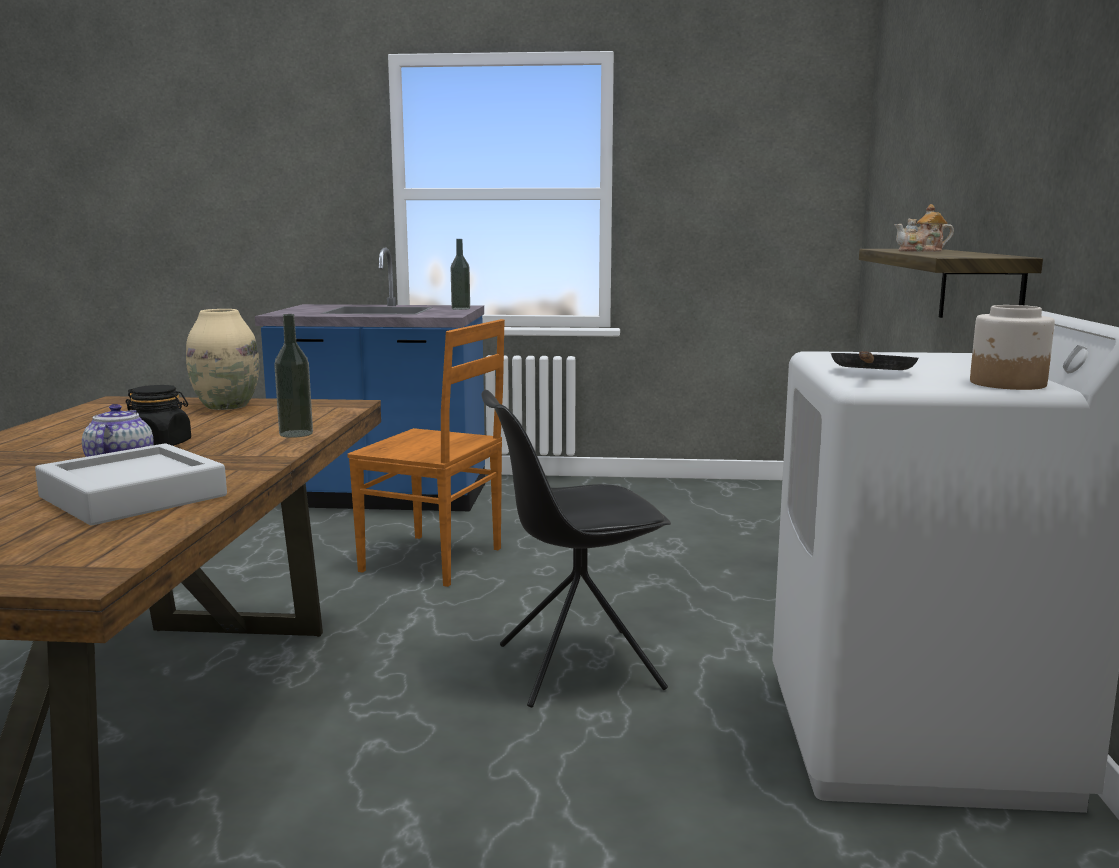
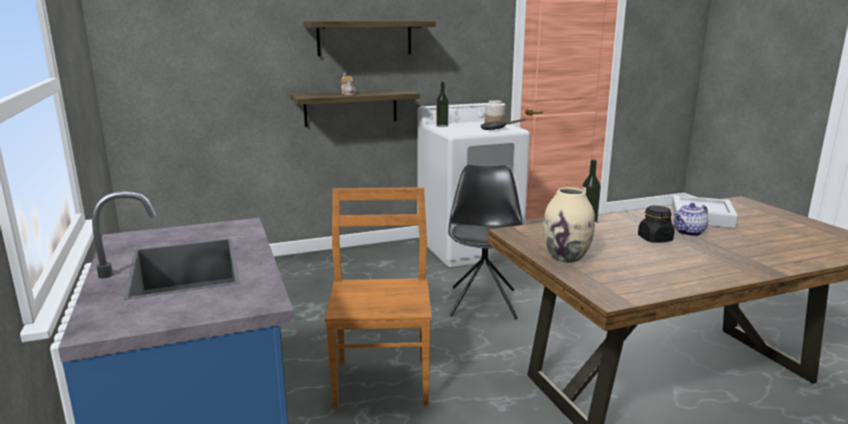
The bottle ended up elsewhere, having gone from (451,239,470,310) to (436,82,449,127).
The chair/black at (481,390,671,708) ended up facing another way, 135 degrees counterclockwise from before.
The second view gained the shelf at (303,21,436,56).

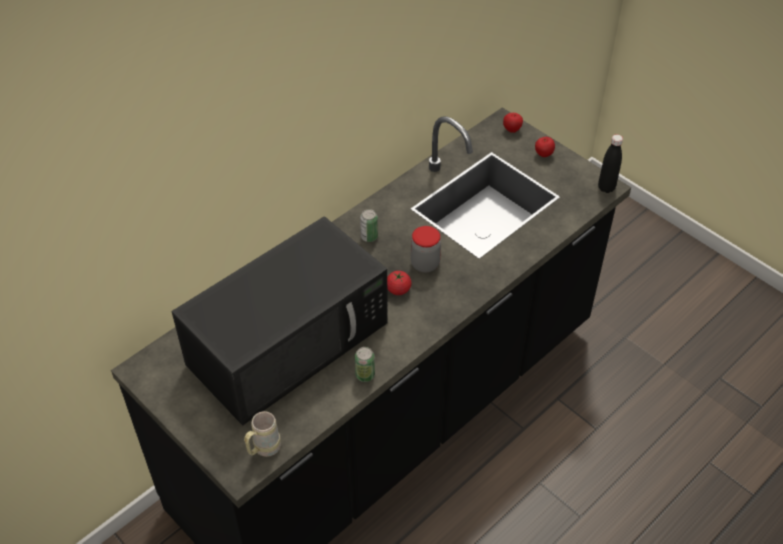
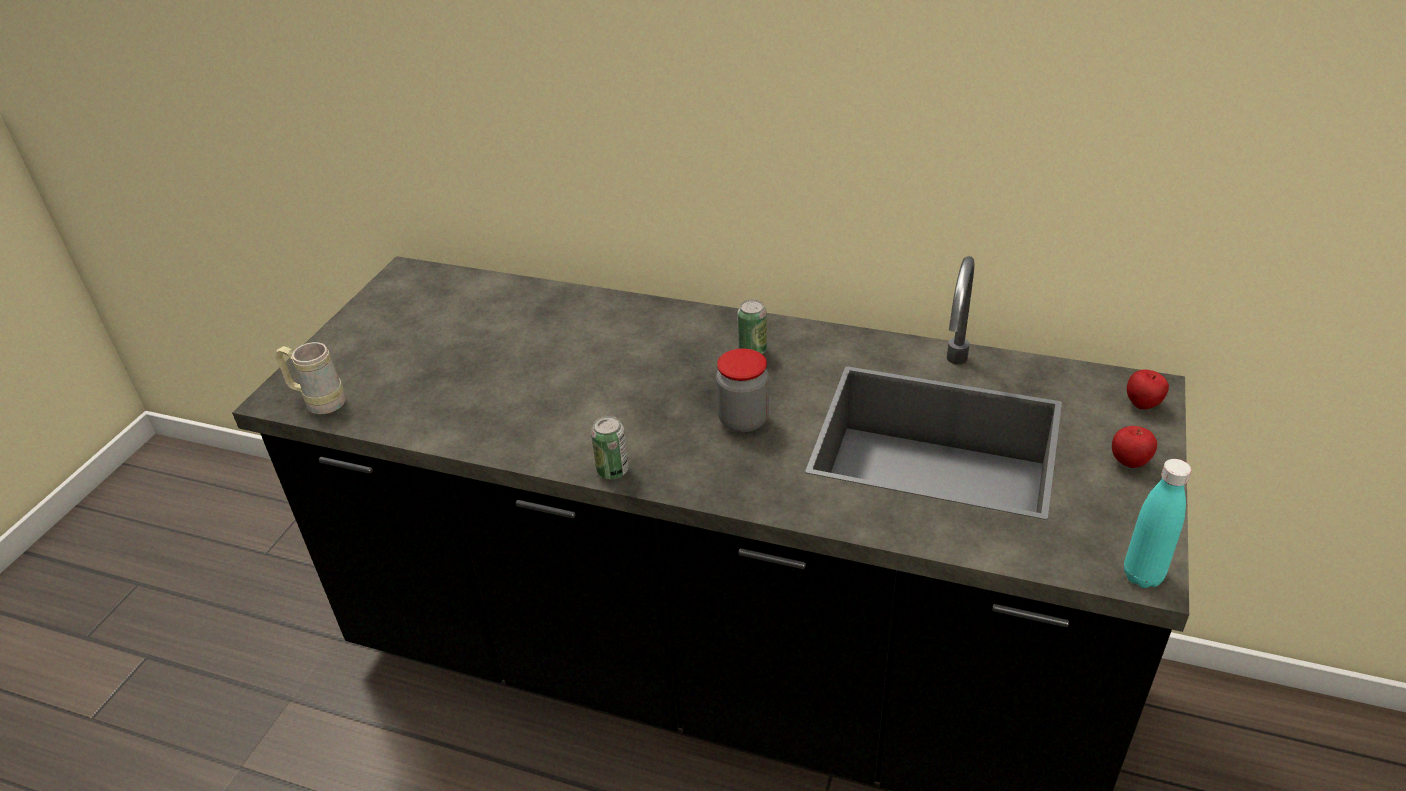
What was the bottle/black at (598,134,623,193) turned into the bottle/turquoise at (1124,459,1192,588).
The second view lost the microwave/black at (172,216,388,425).
The second view lost the tomato at (387,271,412,295).
The can ended up elsewhere, having gone from (355,347,375,382) to (591,416,629,479).

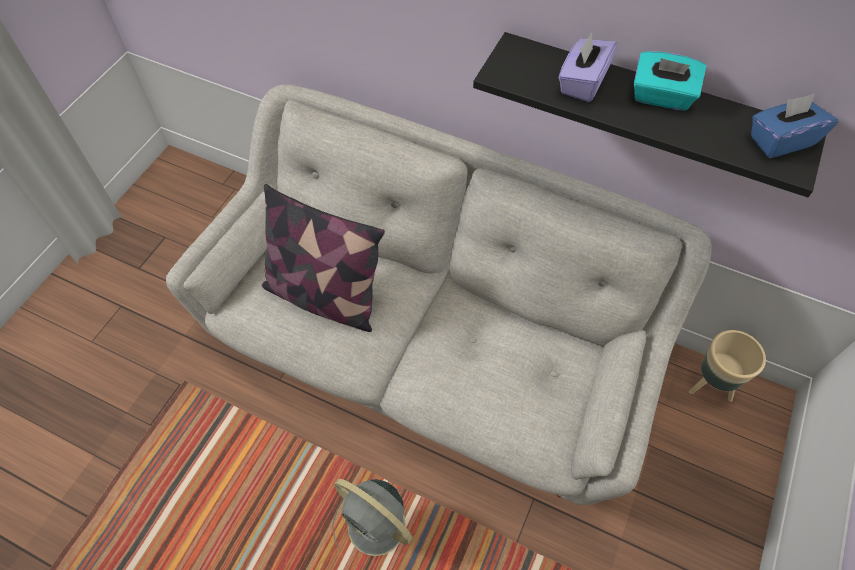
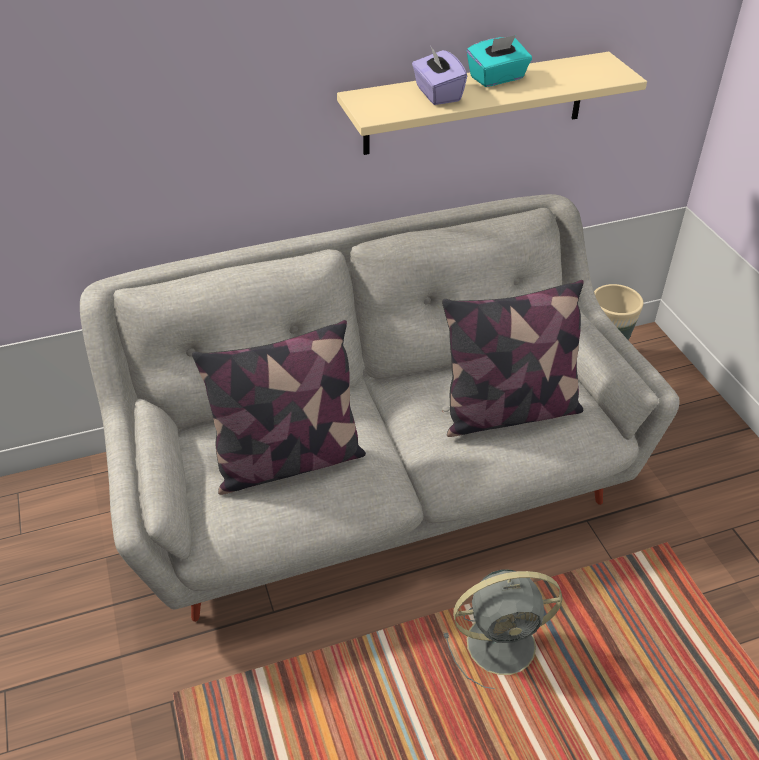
What was the shelf/black at (473,32,826,197) turned into the shelf/beige at (337,52,647,155).
The second view lost the tissue box/blue at (751,94,838,158).
The second view gained the pillow at (442,280,584,437).

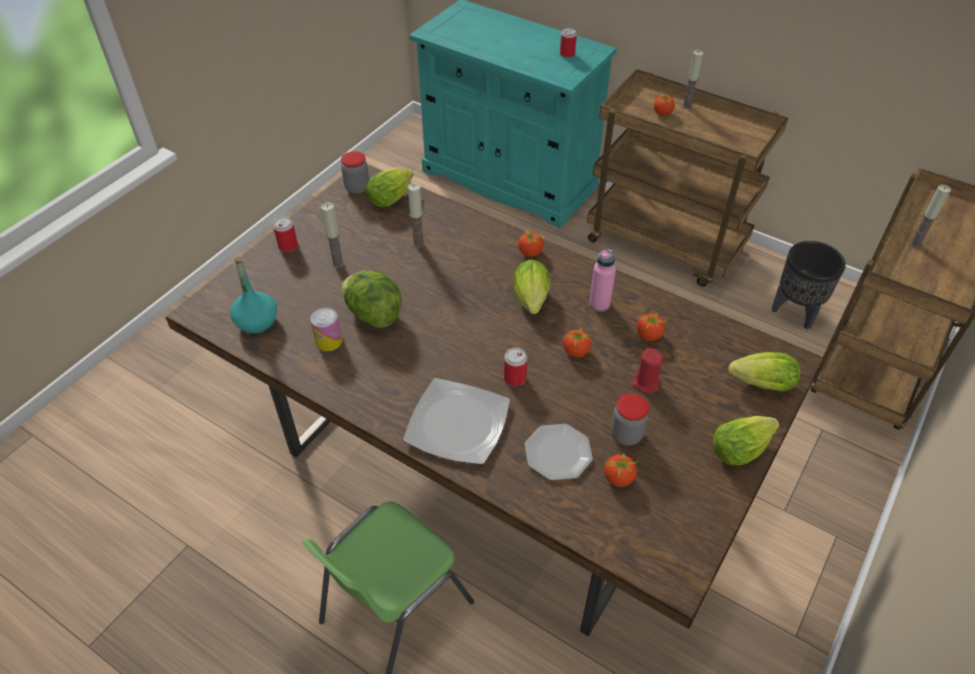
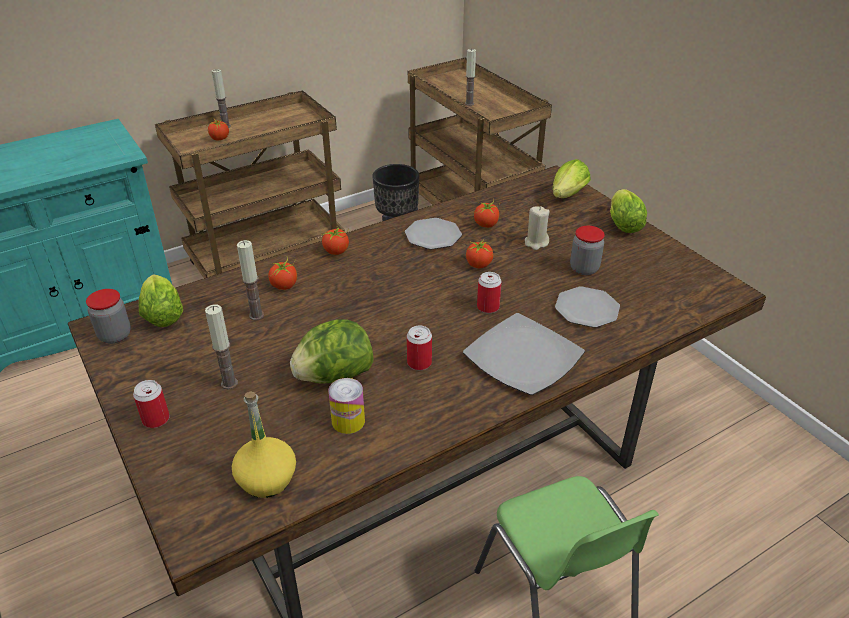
The can ended up elsewhere, having gone from (560,28,577,58) to (407,325,432,370).
Where the bottle/pink stood at (589,249,616,312), the plate came to stand at (405,218,462,250).
What was the bottle/turquoise at (230,257,277,334) turned into the bottle/yellow at (232,391,296,498).
The second view lost the lettuce at (513,259,550,314).
What was the candle/red at (632,348,664,393) turned into the candle/beige at (525,206,550,250).
The tomato ended up elsewhere, having gone from (604,450,639,487) to (268,256,297,290).

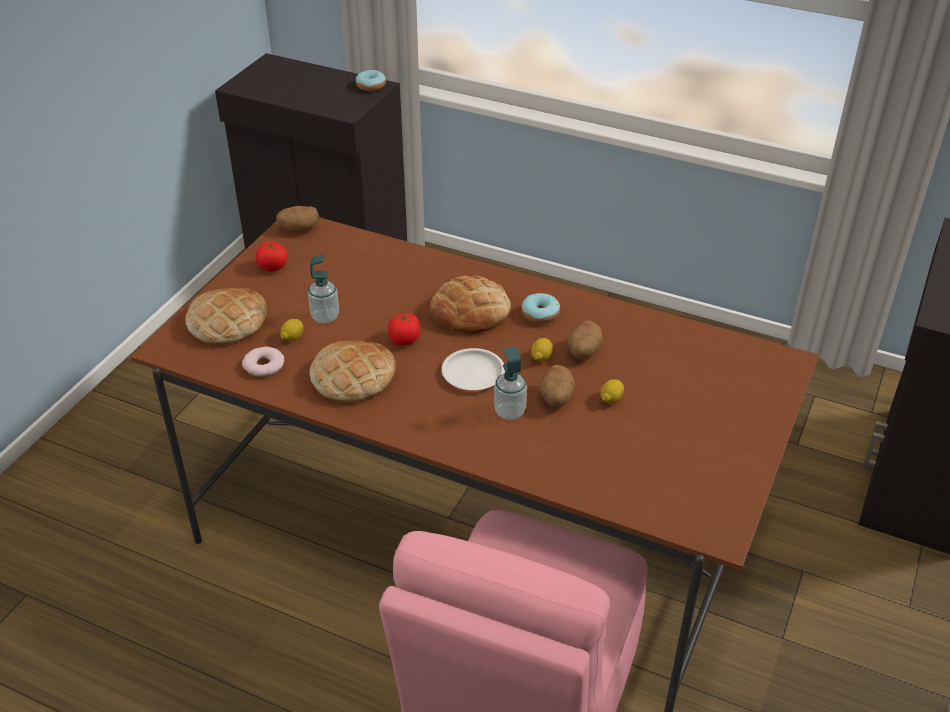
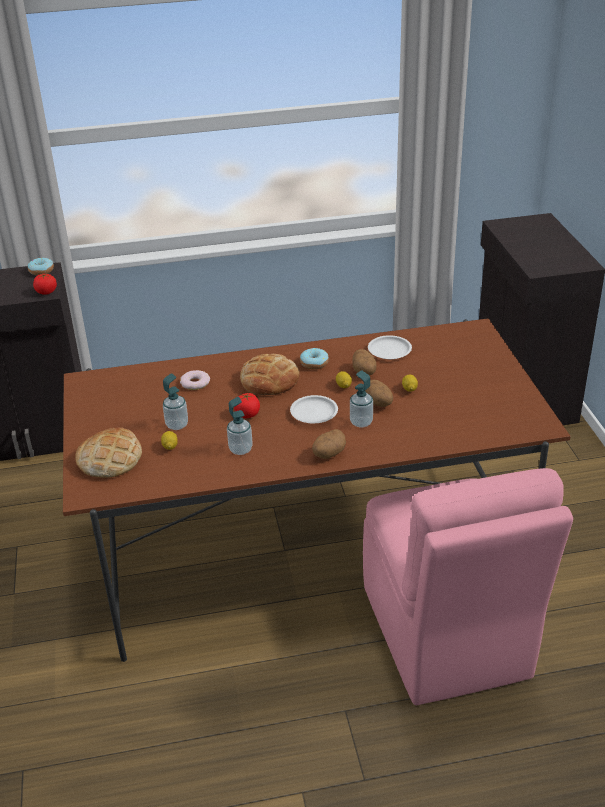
The potato ended up elsewhere, having gone from (276,206,319,232) to (312,429,346,459).
The tomato ended up elsewhere, having gone from (255,242,287,272) to (33,274,57,295).
Where the bread stood at (309,340,396,402), the soap dispenser came to stand at (227,397,253,455).
The donut ended up elsewhere, having gone from (242,347,284,377) to (180,370,210,390).
The second view gained the plate/white at (368,335,412,359).

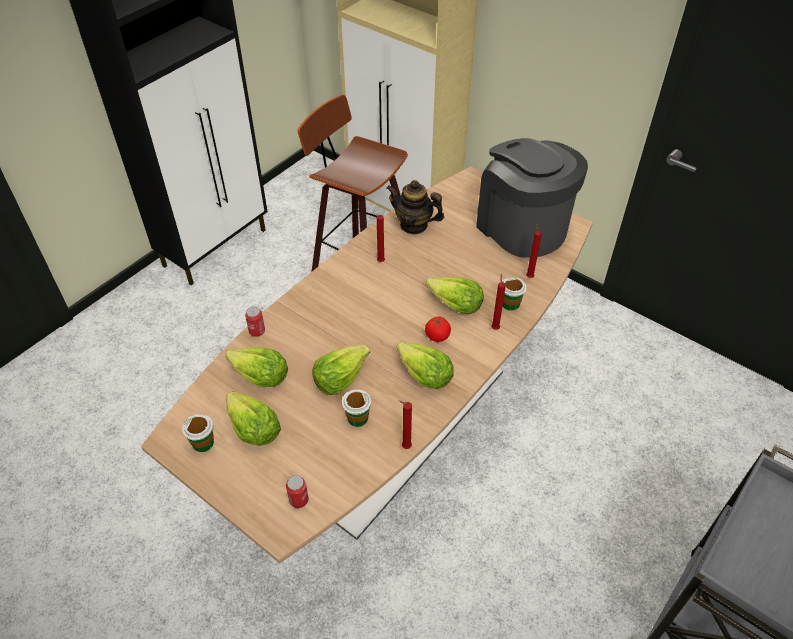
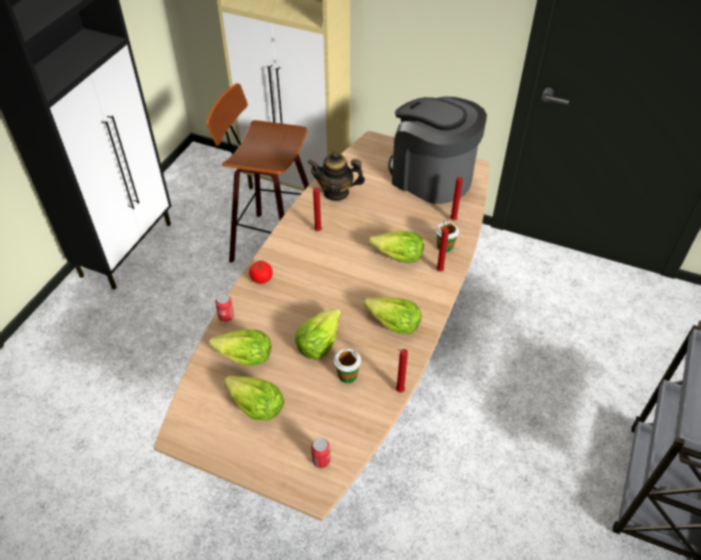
The tomato ended up elsewhere, having gone from (425,316,451,342) to (249,261,273,284).
The second view lost the cup at (182,414,214,452).

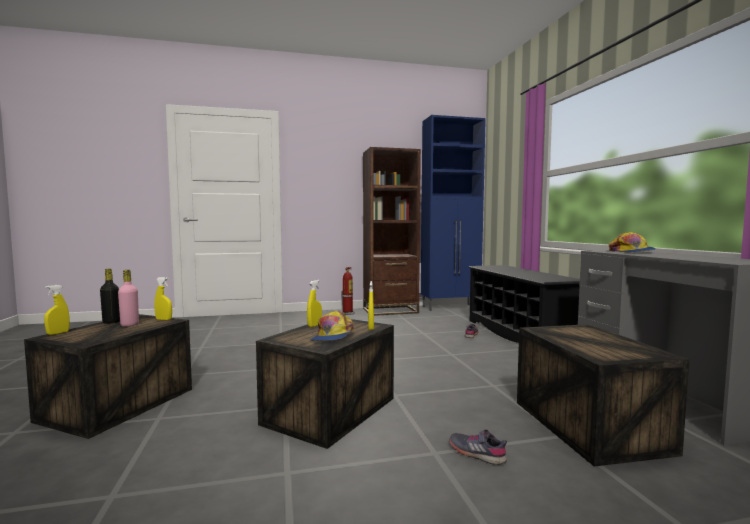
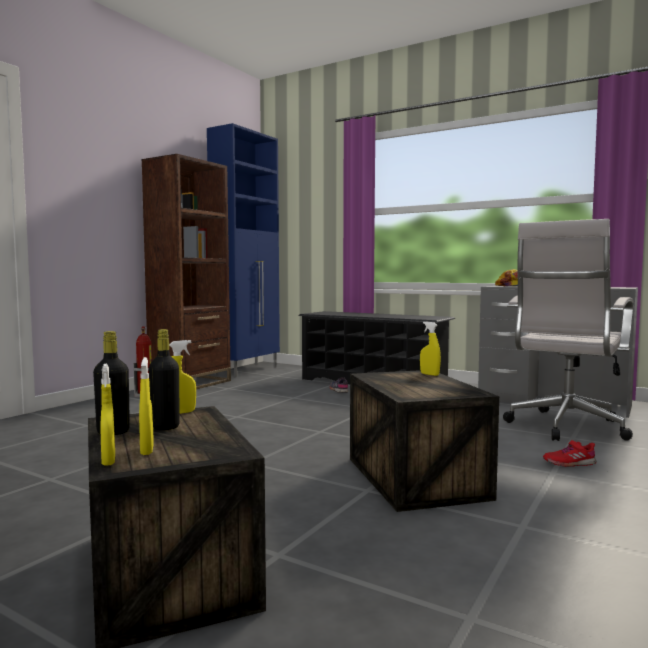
What was the bottle/pink at (118,270,139,326) turned into the bottle/black at (149,329,180,430).
The spray bottle/yellow ended up elsewhere, having gone from (307,280,322,327) to (139,357,154,455).
The second view lost the cap at (310,311,354,341).
Where the crate stood at (517,324,690,466), the office chair/white came to stand at (503,219,634,441).
What was the shoe/grey at (449,429,507,465) turned into the shoe/red at (543,440,596,467).

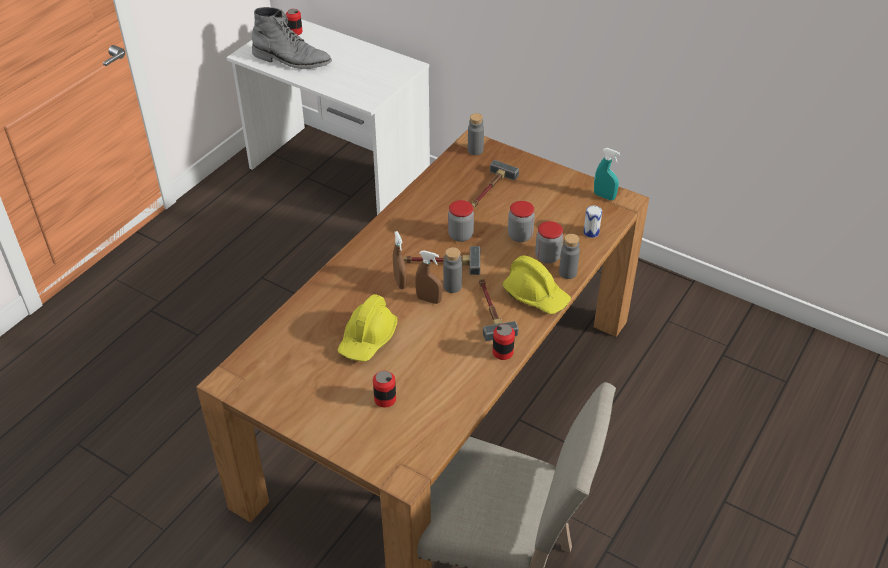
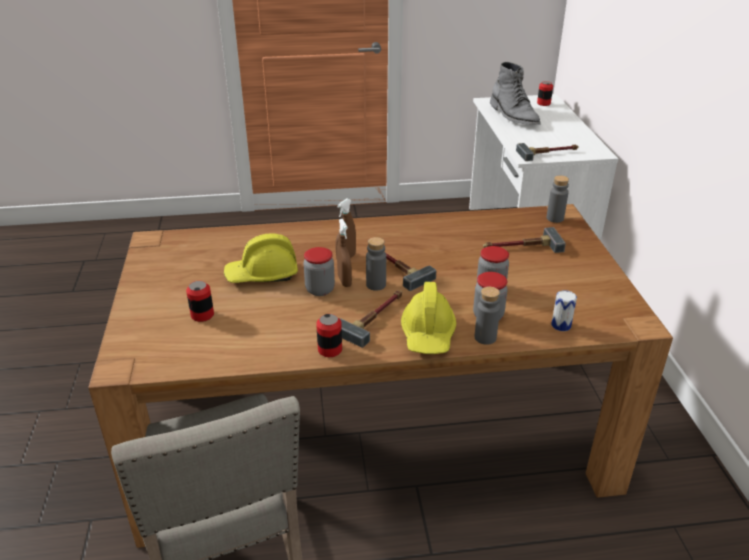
The second view lost the spray bottle/turquoise at (594,148,620,200).
The jar ended up elsewhere, having gone from (448,200,474,242) to (304,247,335,296).
The second view gained the hammer at (516,143,579,161).

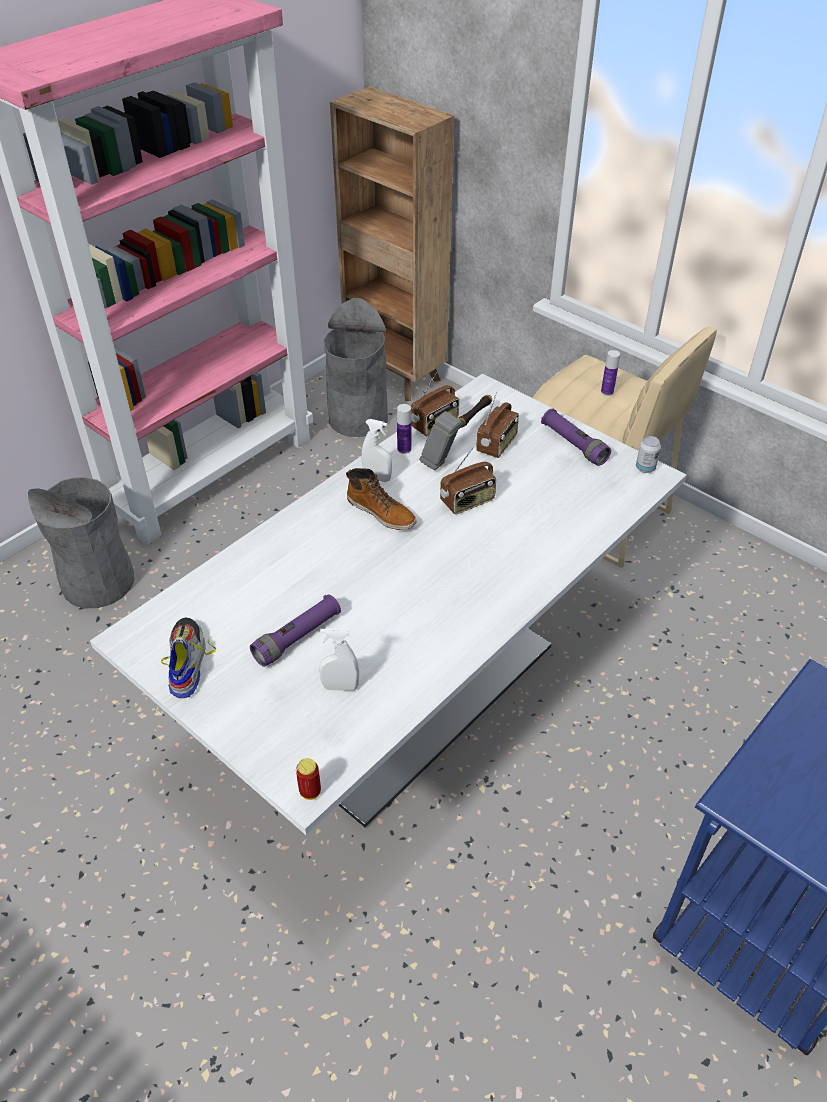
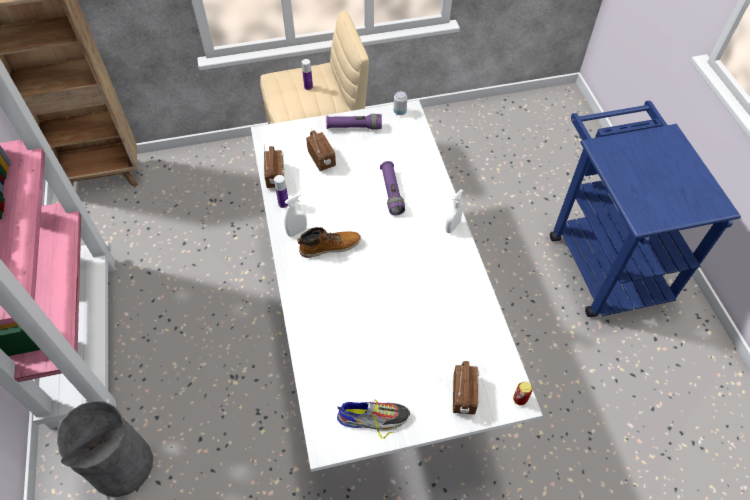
The second view lost the trash can/grey at (324,298,388,437).
The second view lost the hammer at (419,395,492,470).
The radio ended up elsewhere, having gone from (440,448,496,514) to (453,361,479,415).
The flashlight/purple ended up elsewhere, having gone from (250,595,341,667) to (380,161,405,215).
The shoe at (161,618,216,698) ended up facing another way, 150 degrees clockwise from before.
The spray bottle/white ended up elsewhere, having gone from (319,628,359,691) to (445,190,463,233).

